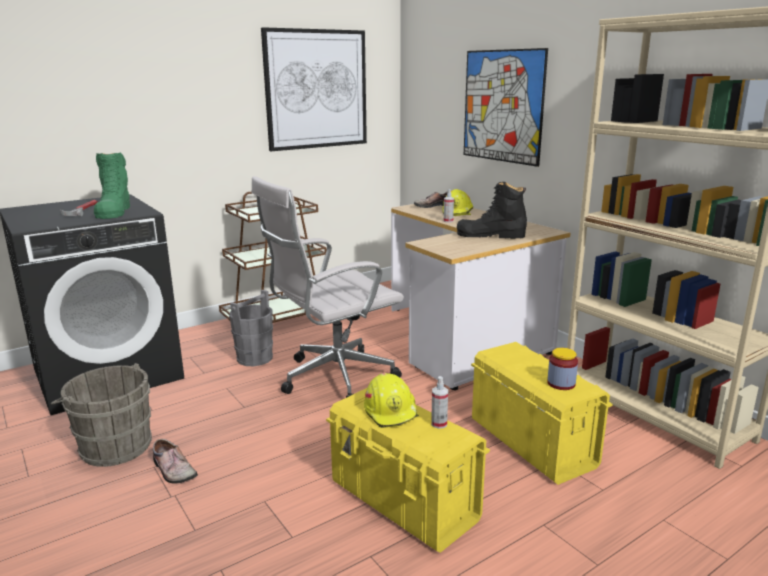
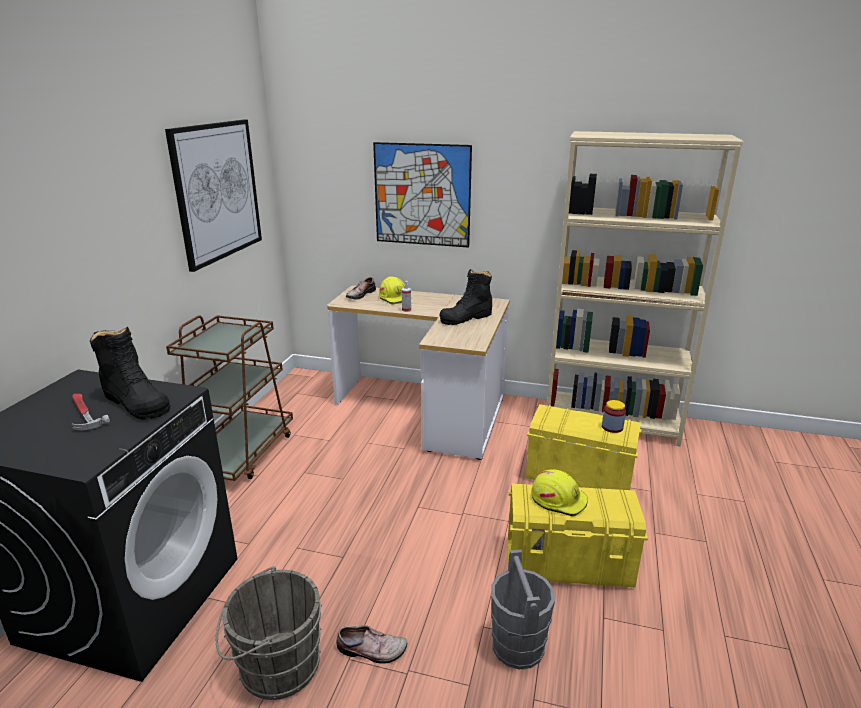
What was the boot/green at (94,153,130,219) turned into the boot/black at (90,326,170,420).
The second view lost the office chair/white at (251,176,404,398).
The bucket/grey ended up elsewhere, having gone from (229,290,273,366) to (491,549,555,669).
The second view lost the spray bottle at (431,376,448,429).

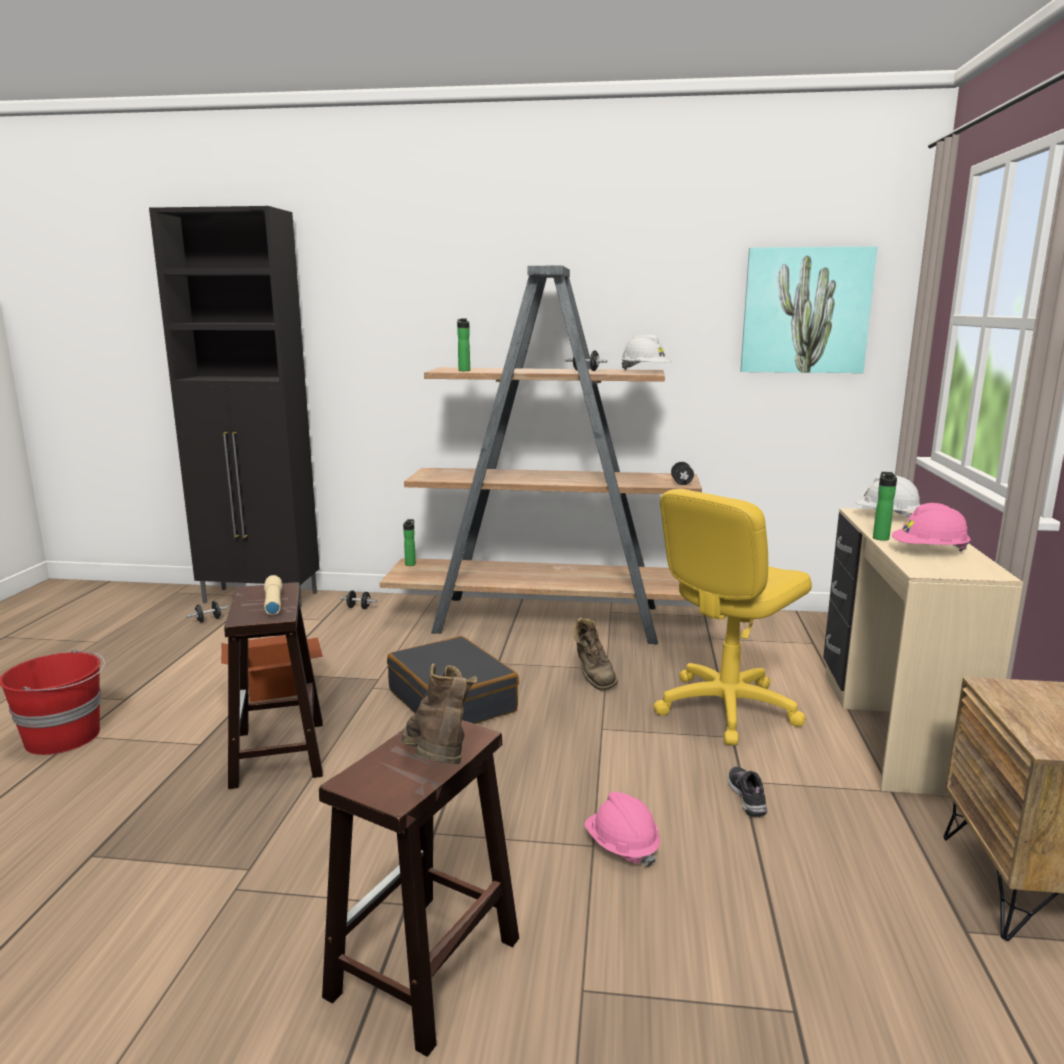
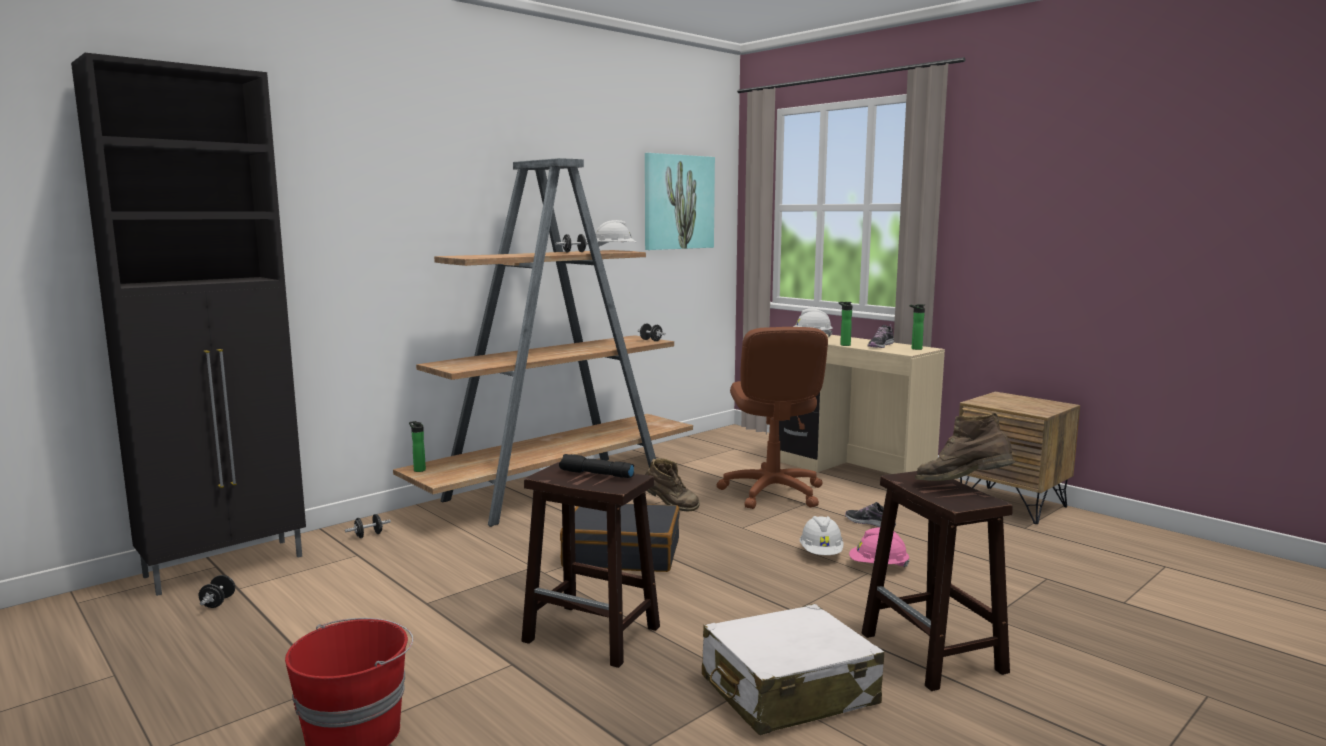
The bottle ended up elsewhere, having gone from (457,318,470,371) to (910,304,925,350).
What was the office chair/yellow at (653,489,812,745) turned into the office chair/brown at (717,327,828,509).
Where the hard hat/pink stood at (892,503,971,551), the shoe came to stand at (868,324,894,348).
What was the flashlight/beige at (264,575,282,615) turned into the flashlight/black at (559,454,634,478).
The second view lost the cardboard box at (221,635,323,703).
The second view gained the hard hat/white at (800,516,843,555).
The second view gained the suitcase/white at (702,604,884,735).

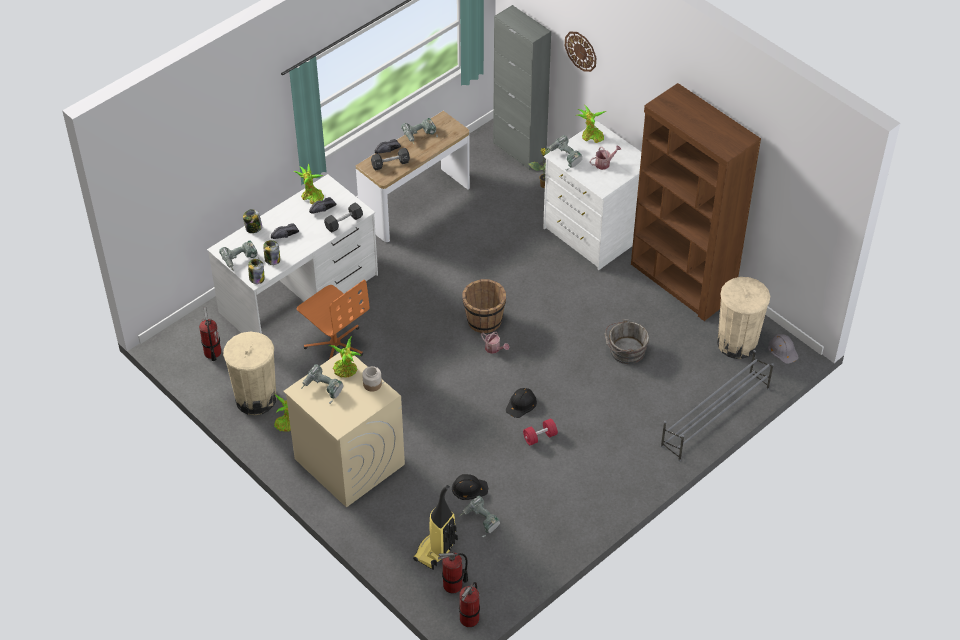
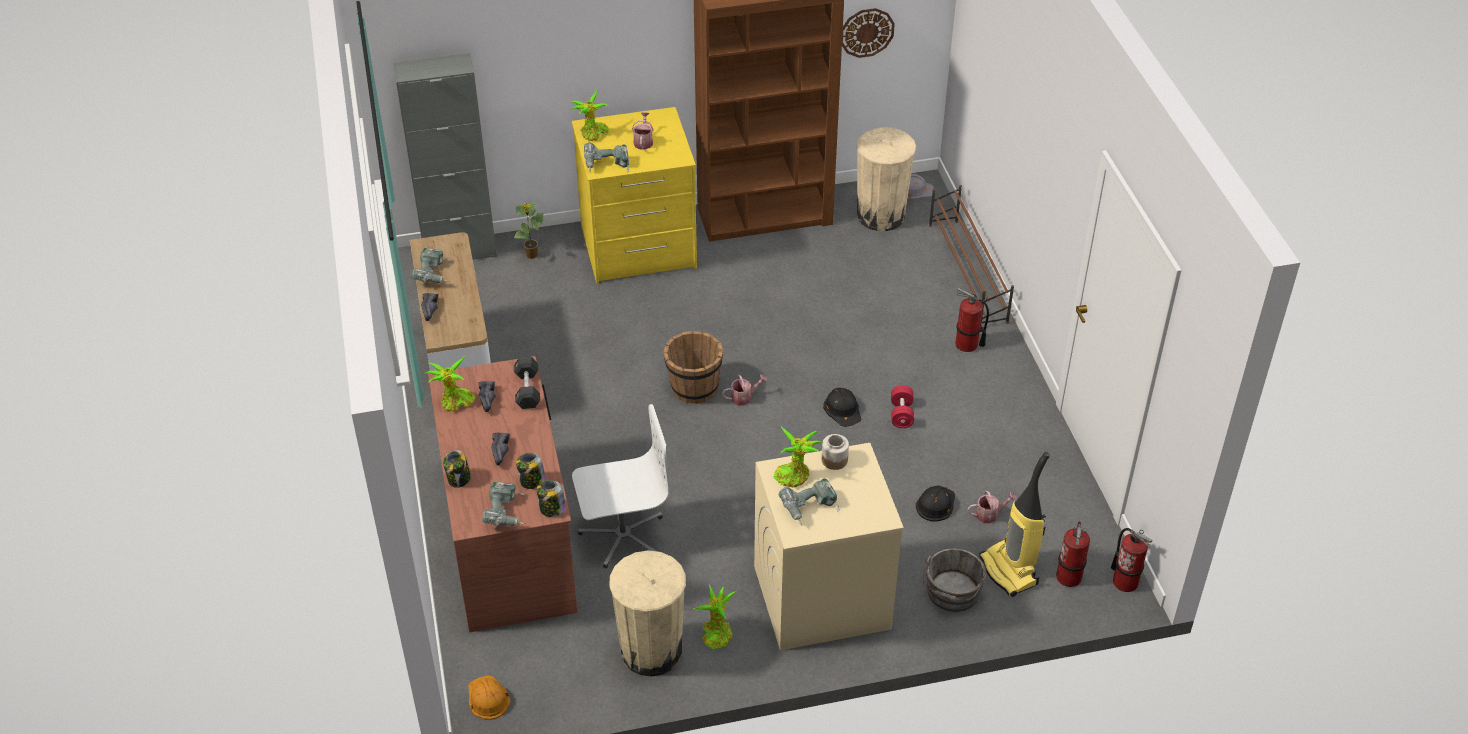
The wall clock ended up elsewhere, having gone from (565,32,596,72) to (842,8,895,58).
What was the dresser/white at (543,121,641,270) turned into the dresser/yellow at (572,107,697,284).
The second view lost the dumbbell/black at (371,148,410,171).
What was the desk/white at (207,174,378,334) turned into the desk/brown at (428,356,578,632).
What was the office chair/orange at (296,280,369,359) turned into the office chair/white at (572,404,670,568).
The fire extinguisher ended up elsewhere, having gone from (199,307,221,361) to (956,287,989,352).
The bucket/grey ended up elsewhere, having gone from (604,319,649,364) to (923,548,987,612).
What was the shoe rack/grey at (661,350,774,461) turned into the shoe rack/brown at (929,185,1014,326).
Where the power drill stood at (460,496,500,537), the watering can came to stand at (968,491,1017,524).
The second view gained the hard hat/orange at (468,675,511,720).

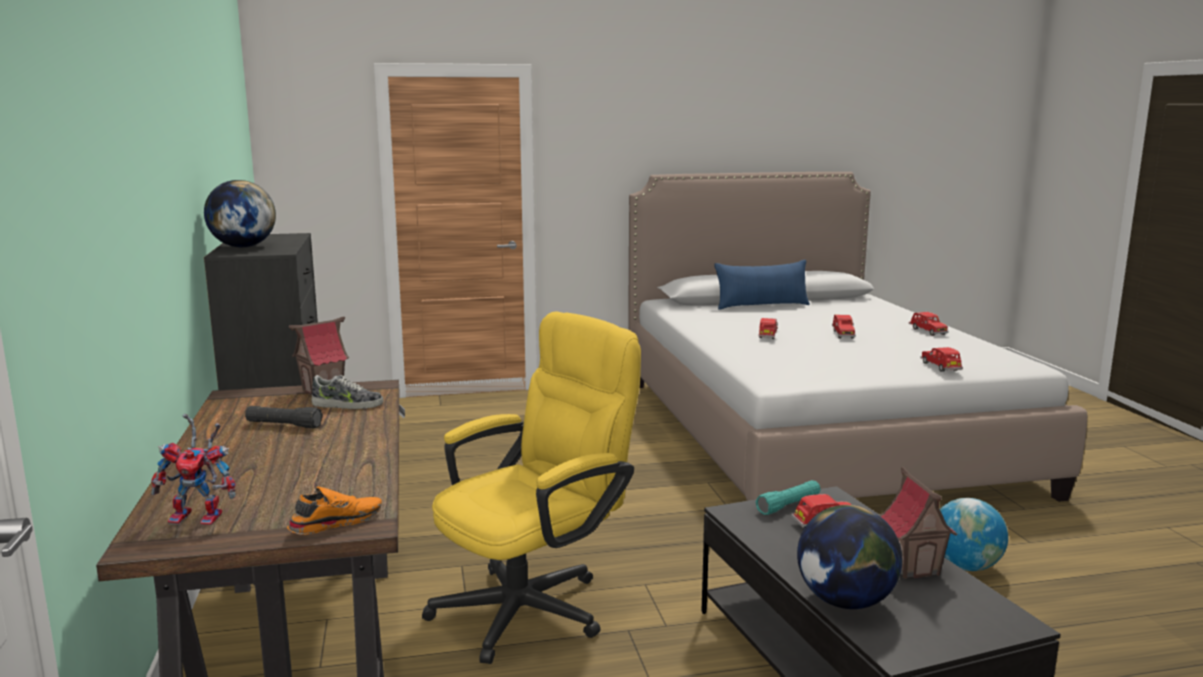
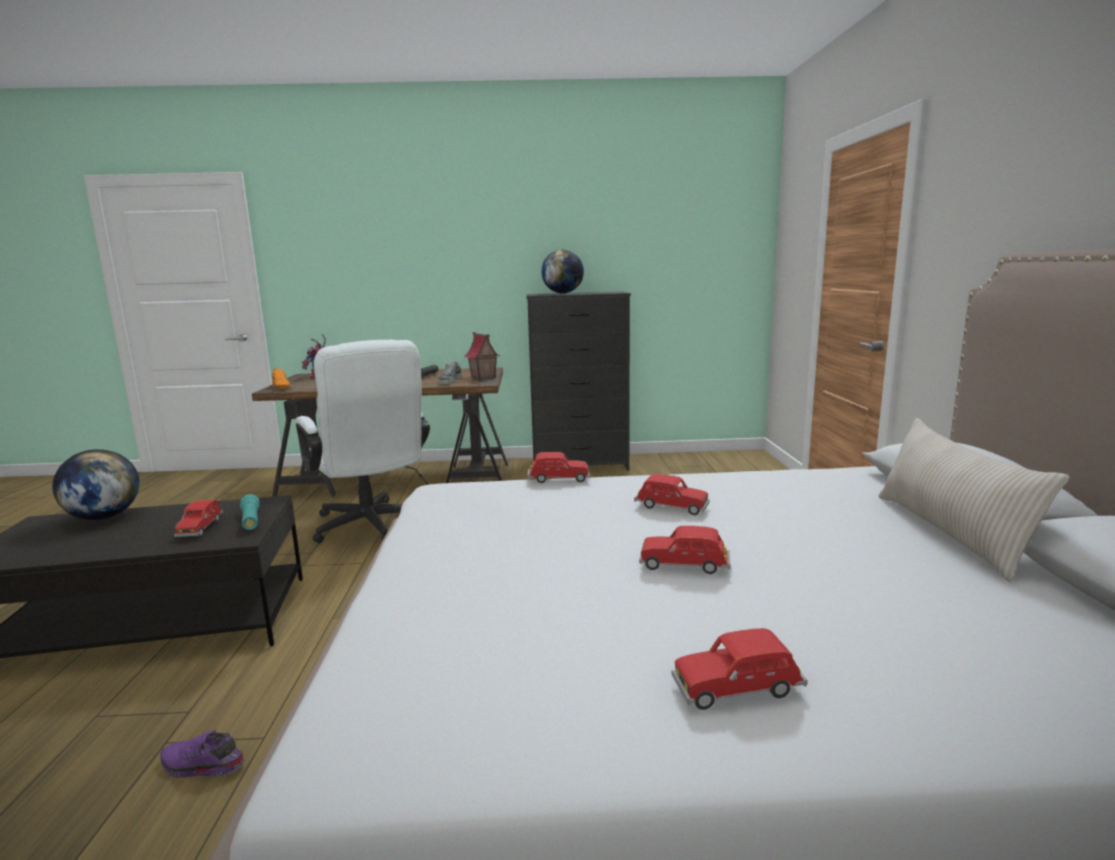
What was the pillow/blue at (714,260,810,310) turned into the pillow/beige at (879,418,1070,582).
What was the office chair/yellow at (422,312,641,664) turned into the office chair/white at (296,340,430,543).
The toy car/red ended up elsewhere, having gone from (920,347,963,372) to (528,452,590,483).
The second view lost the toy house at (879,467,958,579).
Where the globe stood at (940,498,1008,571), the shoe/purple came to stand at (160,730,245,778).

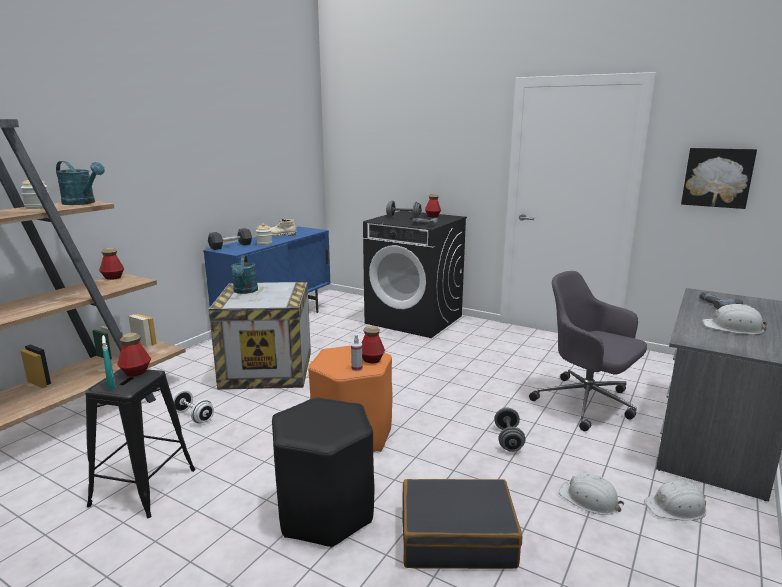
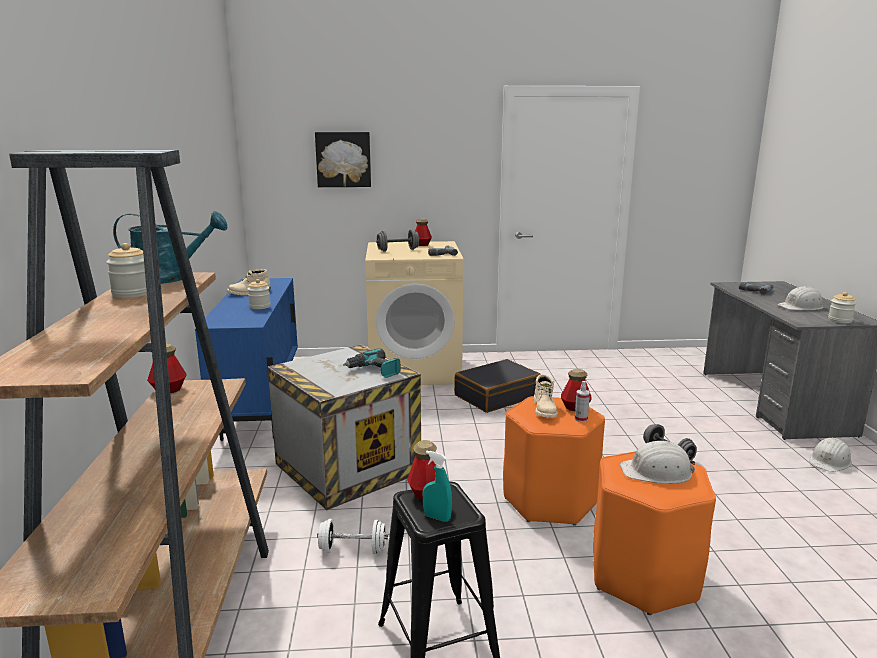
The picture ended up elsewhere, having gone from (681,148,757,209) to (315,132,371,187).
What was the washing machine/black at (363,211,467,338) turned into the washing machine/beige at (365,241,464,385).
The second view lost the dumbbell/grey at (208,228,252,250).
The second view lost the watering can/turquoise at (231,255,258,294).
The second view lost the office chair/grey at (529,271,647,431).
What was the stool/black at (272,398,374,548) turned into the stool/orange at (593,451,716,615).
The hard hat/white ended up elsewhere, having gone from (559,473,624,515) to (620,441,695,484).
The suitcase/black ended up elsewhere, having gone from (402,479,522,569) to (454,359,541,413).
The second view gained the jar at (828,292,856,323).
The second view gained the power drill at (343,348,400,378).
The second view gained the boot/beige at (533,374,558,418).

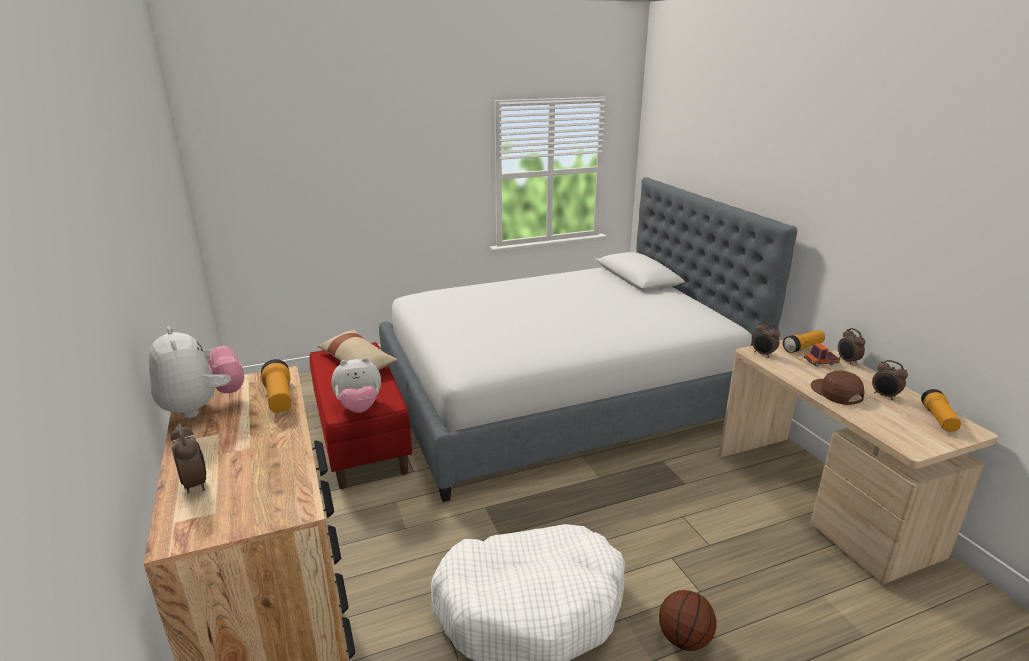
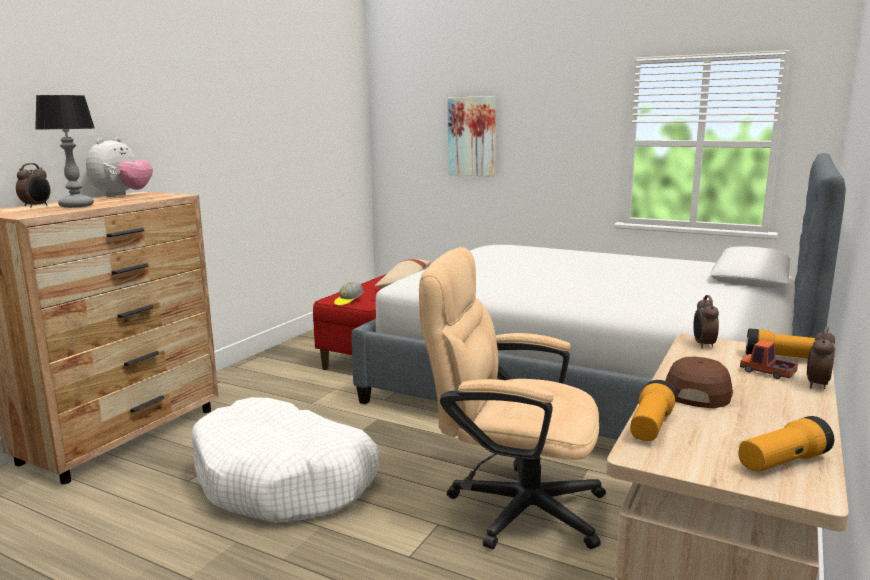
Where the plush toy stood at (331,358,381,413), the cap came to stand at (334,282,364,306).
The flashlight ended up elsewhere, having gone from (261,359,291,412) to (630,380,677,441).
The second view lost the alarm clock at (872,360,908,400).
The second view lost the basketball at (659,590,717,651).
The second view gained the table lamp at (35,95,95,208).
The second view gained the picture at (448,96,496,177).
The second view gained the office chair/beige at (419,247,606,549).

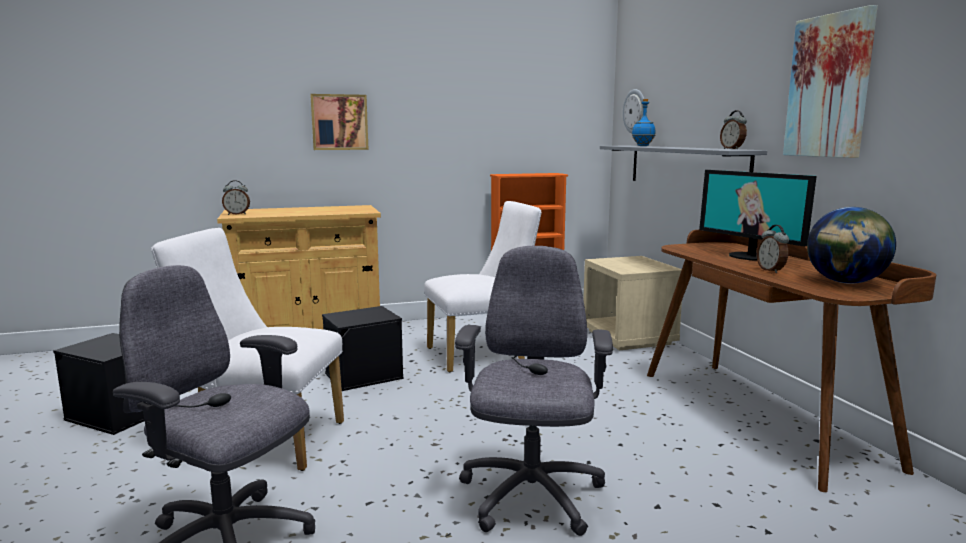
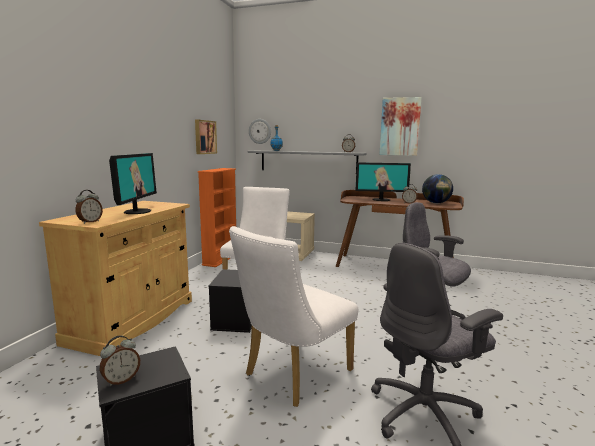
The picture ended up elsewhere, having gone from (310,94,369,150) to (195,120,217,154).
The second view gained the monitor at (109,153,157,214).
The second view gained the alarm clock at (100,335,140,387).

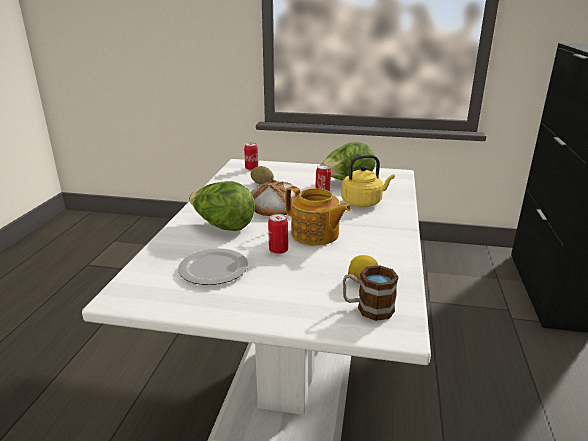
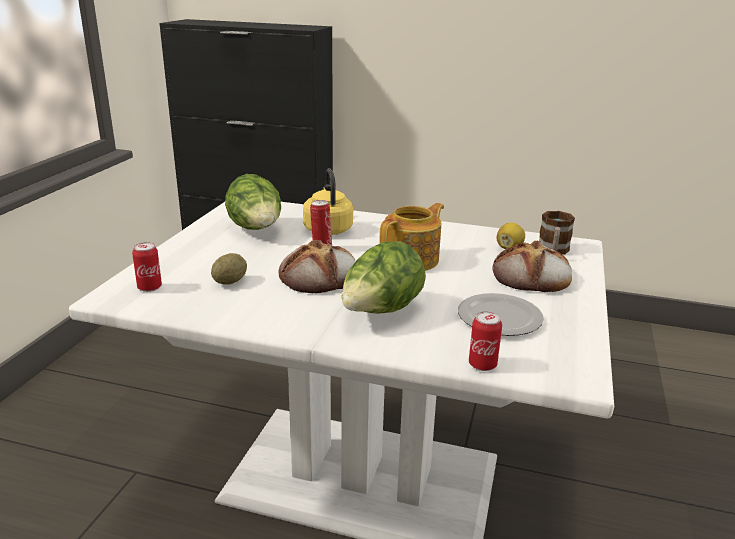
The can ended up elsewhere, having gone from (268,214,288,254) to (469,311,502,371).
The second view gained the bread at (492,241,572,292).

